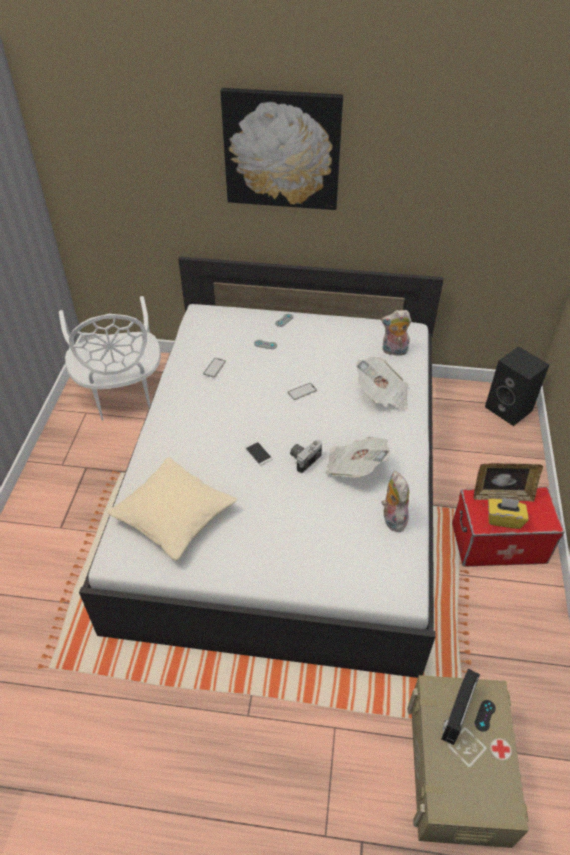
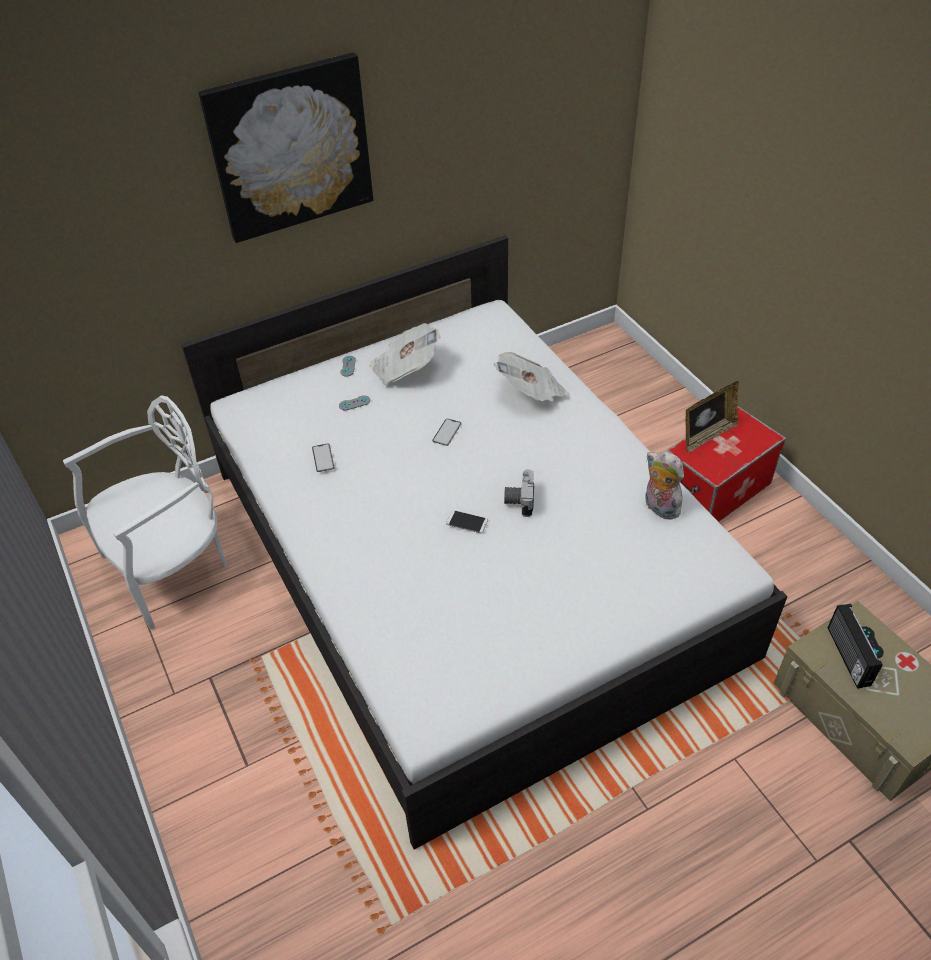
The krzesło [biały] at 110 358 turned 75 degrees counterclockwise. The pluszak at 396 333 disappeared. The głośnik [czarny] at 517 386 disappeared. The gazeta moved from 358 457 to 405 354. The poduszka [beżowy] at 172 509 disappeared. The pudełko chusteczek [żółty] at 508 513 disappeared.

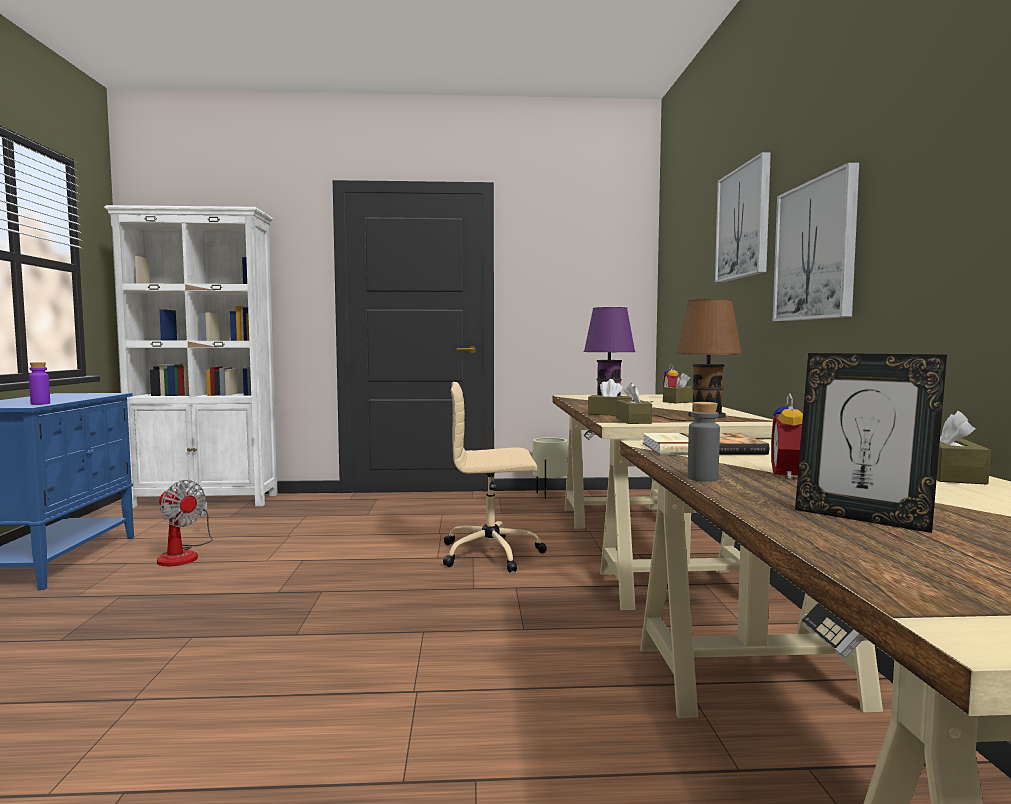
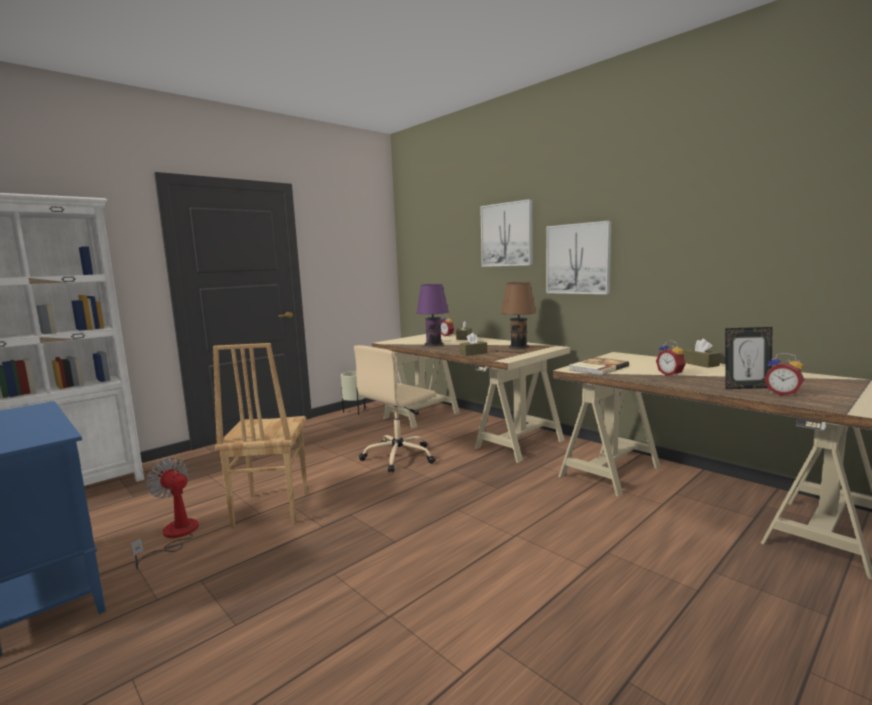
The butelka [fioletowy] at 39 383 disappeared. The pudełko chusteczek [brązowy] at 634 403 disappeared. The butelka [szary] at 704 442 disappeared. The wentylator at 185 523 turned 135 degrees counterclockwise. The krzesło [brązowy] at 260 435 appeared. The budzik at 784 374 appeared.

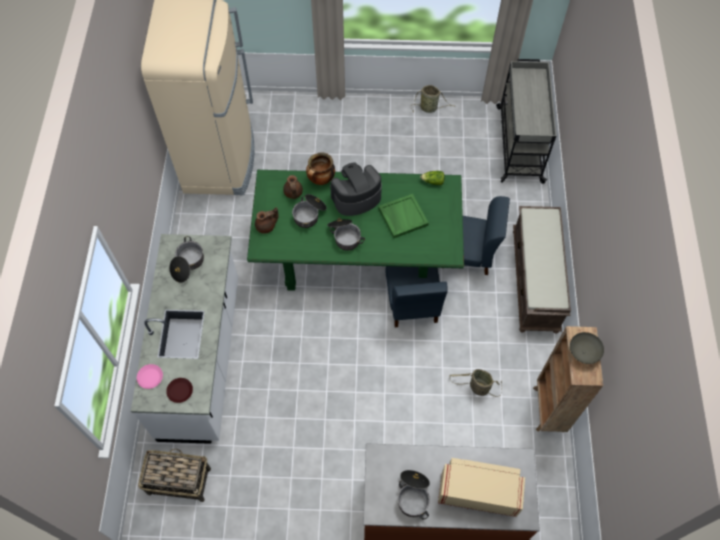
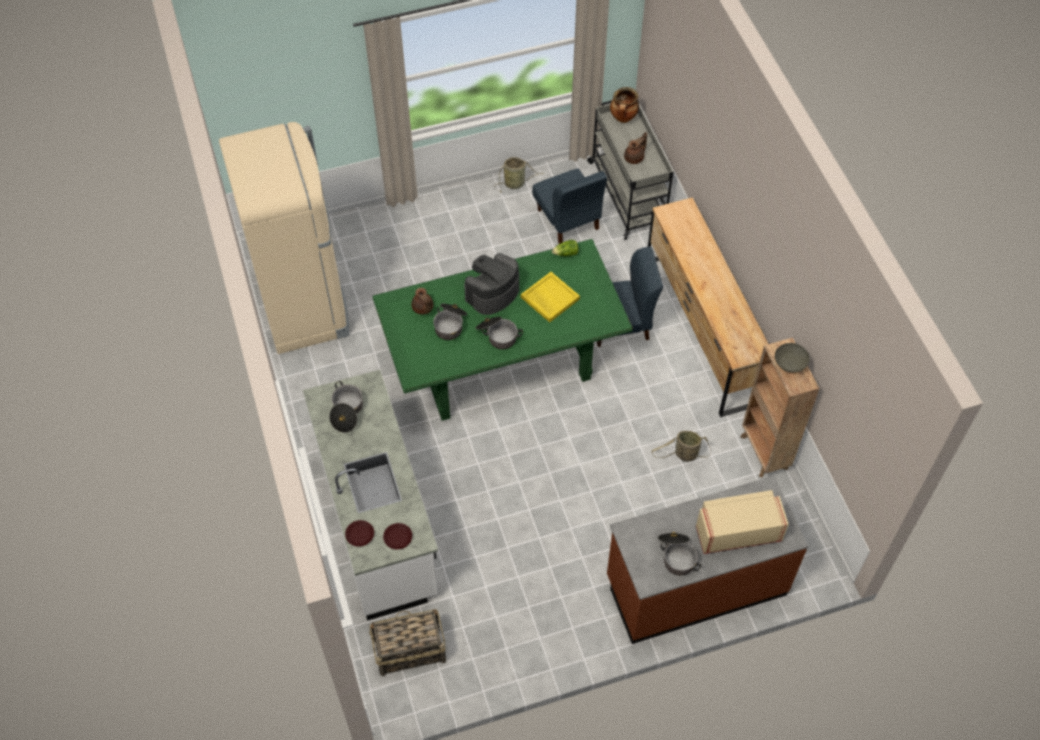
The garnek moved from 320 168 to 624 105. The taca [zielony] at 404 216 became the taca [żółty] at 550 297. The ławka [brązowy] at 542 270 was replaced by the komoda [brązowy] at 708 307. The imbryk [brązowy] moved from 267 220 to 635 148. The krzesło [niebieski] moved from 416 297 to 569 206. The talerz [różowy] at 150 376 became the talerz [brązowy] at 359 533.

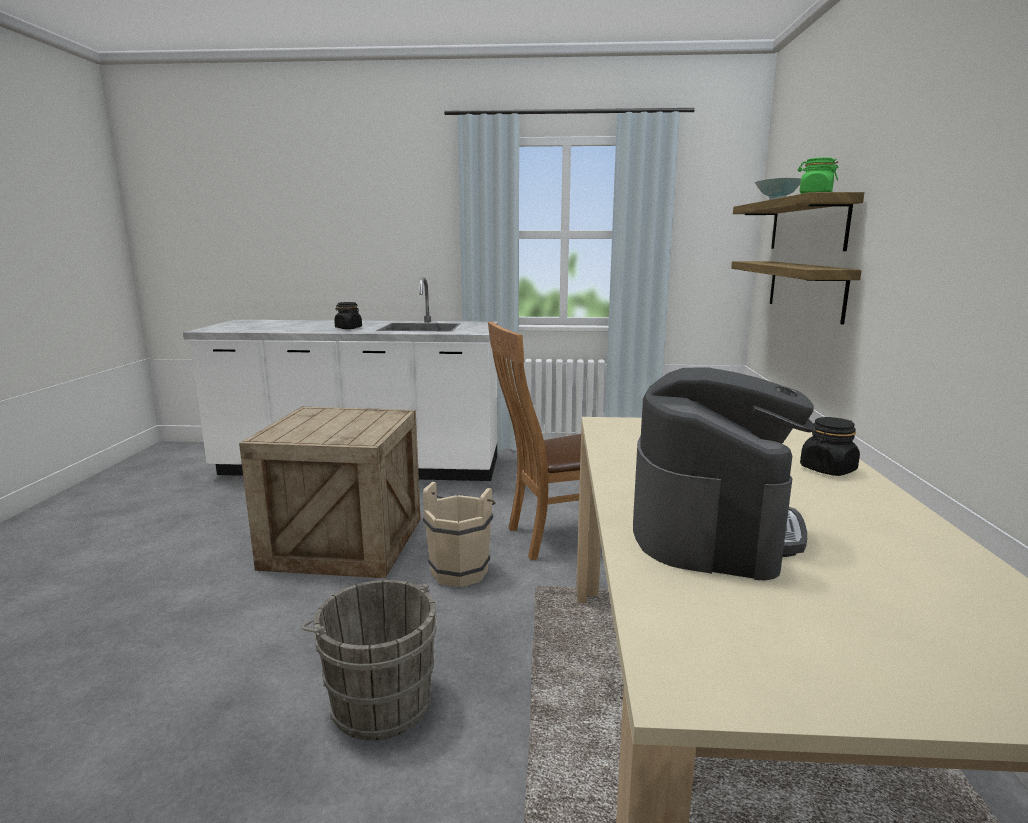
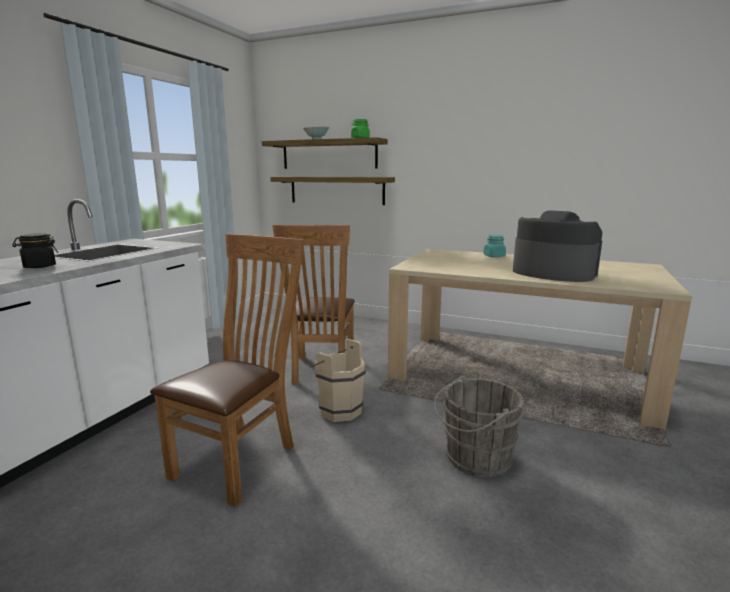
The skrzynka at 330 492 was replaced by the krzesło [brązowy] at 227 370. The słoik [czarny] at 830 446 became the słoik [turkusowy] at 494 246.

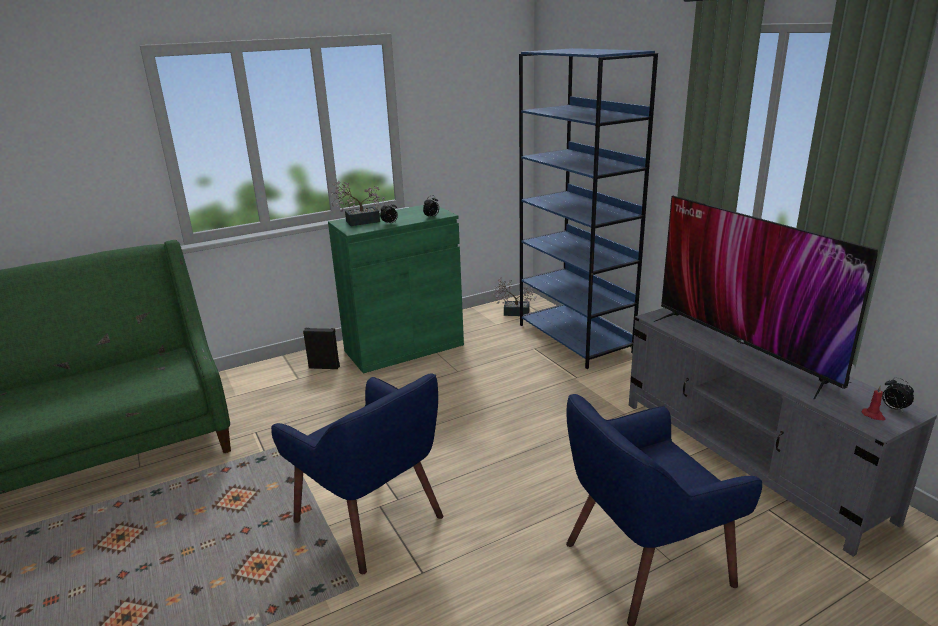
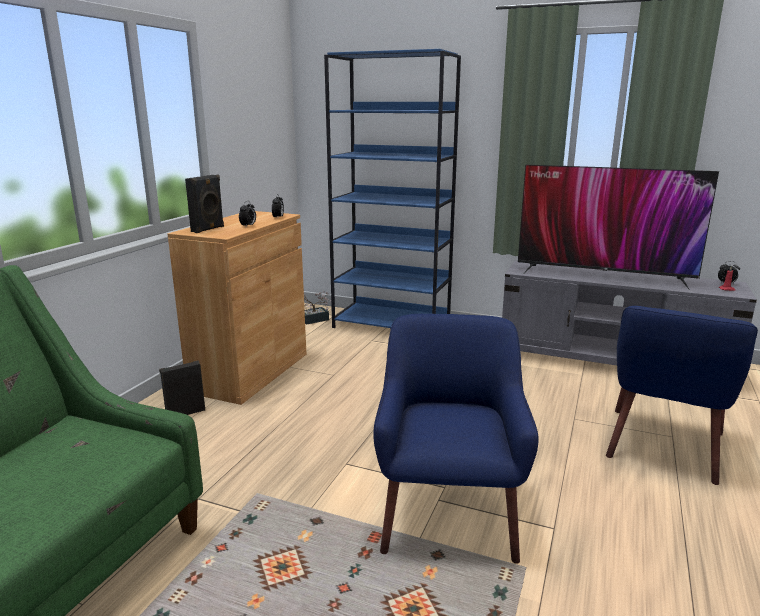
The roślina doniczkowa at 358 203 was replaced by the głośnik [czarny] at 204 204. The szafka [zielony] at 396 289 became the szafka [brązowy] at 237 308. The fotel [niebieski] at 357 473 turned 90 degrees counterclockwise.

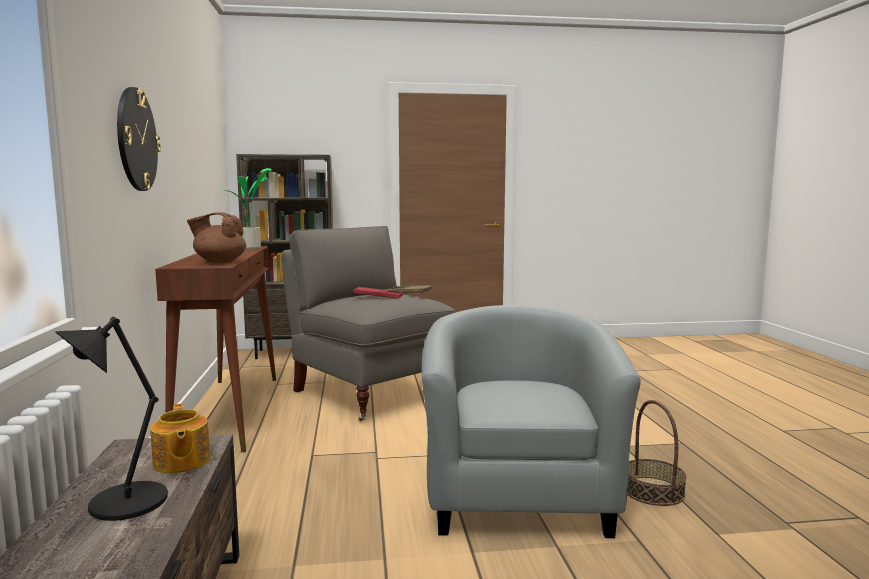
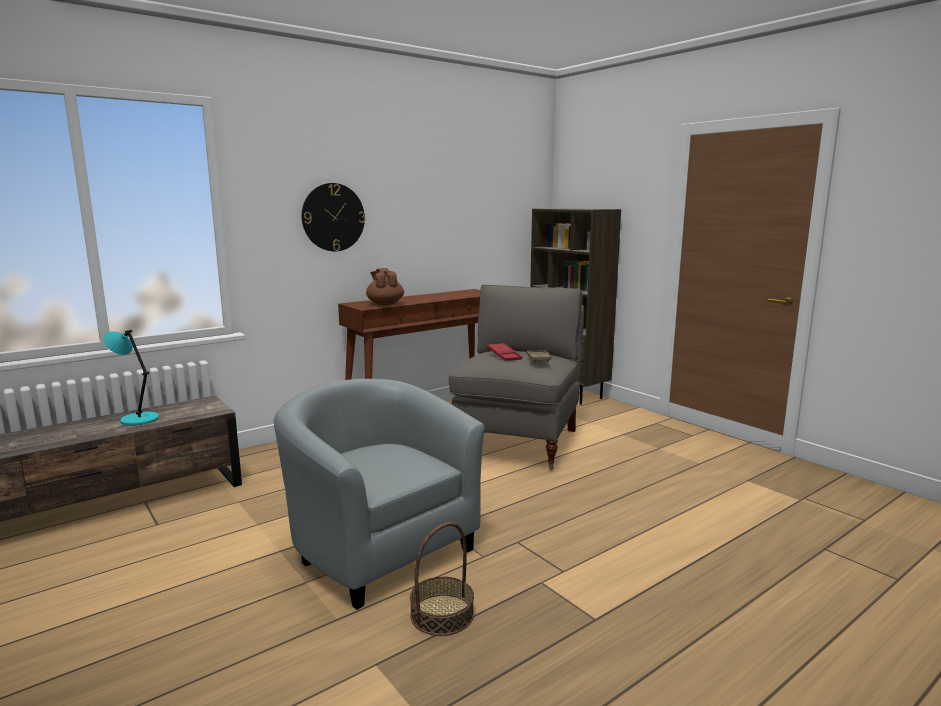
The roślina doniczkowa at 246 208 disappeared. The fotel [szary] at 531 422 turned 105 degrees counterclockwise. The lampa stołowa [czarny] at 111 419 became the lampa stołowa [turkusowy] at 131 378. The imbryk at 180 438 disappeared.

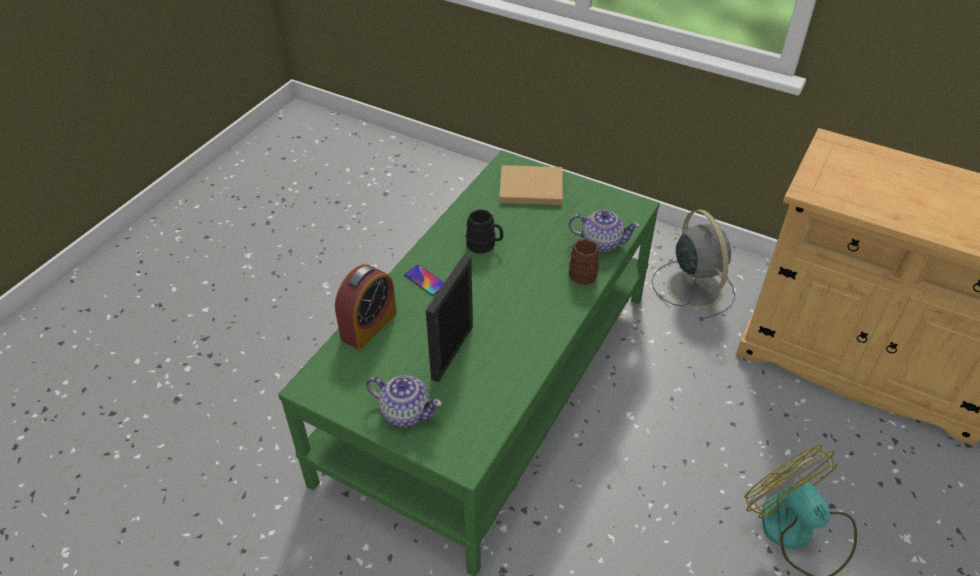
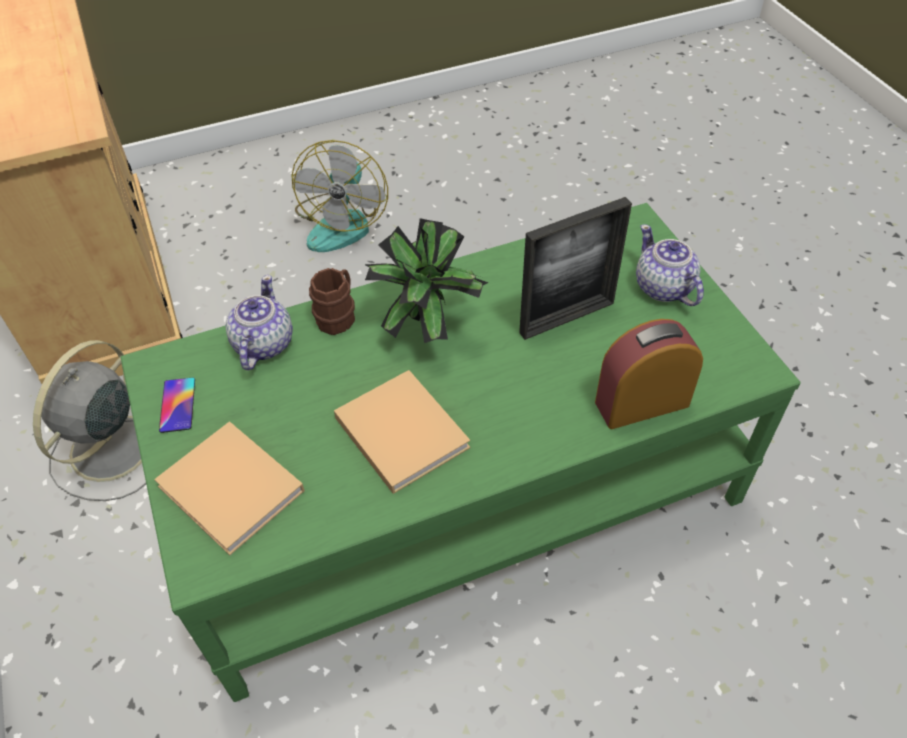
The kubek [czarny] at 484 231 was replaced by the książka [beżowy] at 402 432. The imbryk at 604 231 turned 45 degrees clockwise. The telefon moved from 424 280 to 177 405. The roślina doniczkowa at 426 280 appeared.

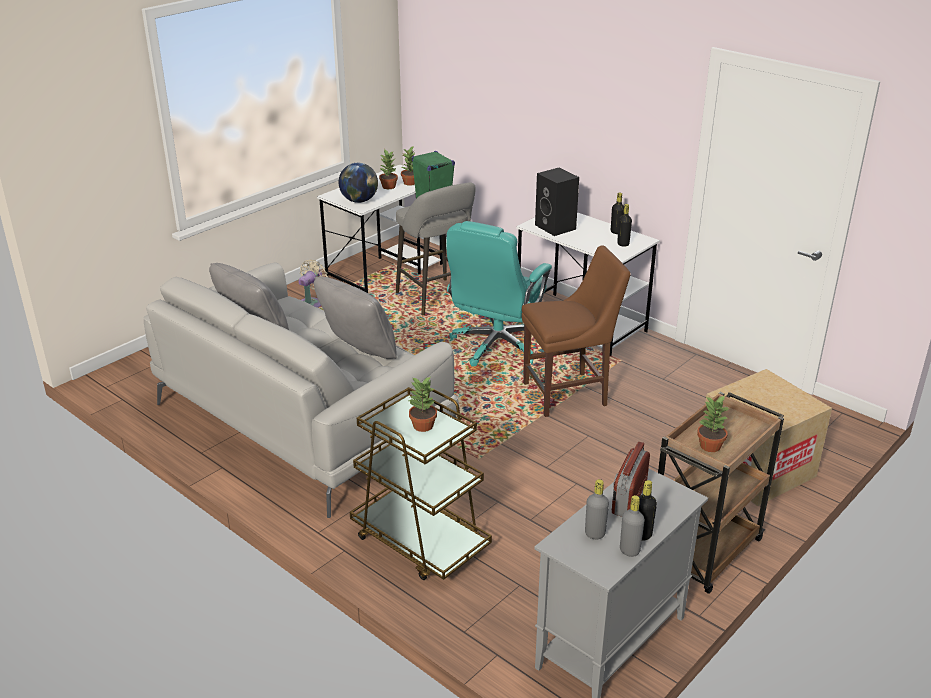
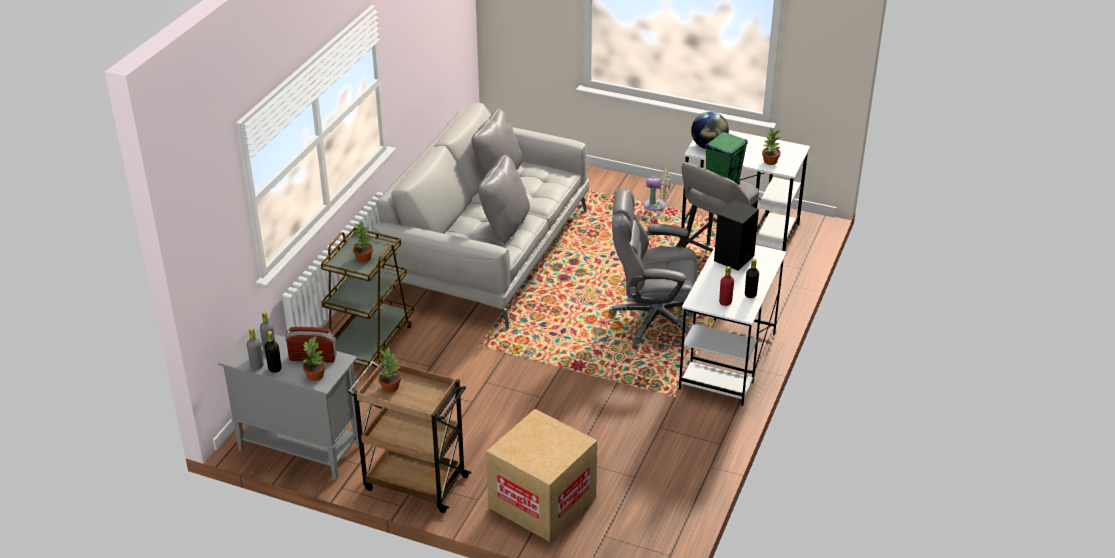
The roślina doniczkowa moved from 388 169 to 314 359. The butelka [czarny] at 624 225 became the butelka [czerwony] at 726 286. The krzesło biurowe [turkusowy] at 499 293 became the krzesło biurowe [szary] at 653 267. The krzesło [brązowy] at 576 331 disappeared.

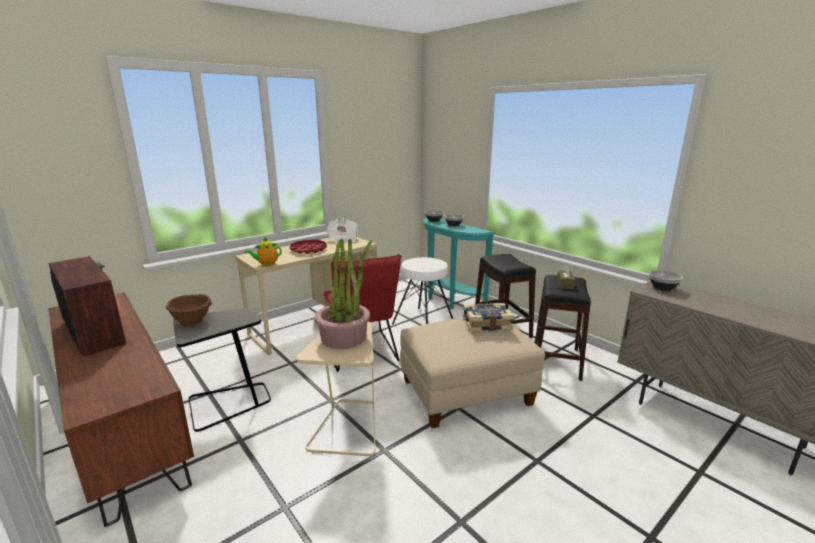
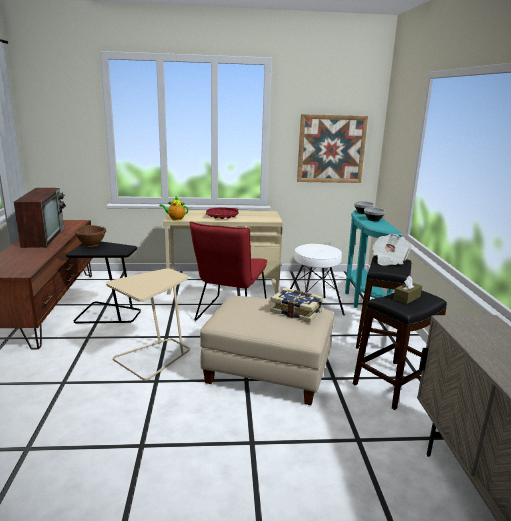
The gazeta moved from 342 231 to 391 250. The roślina doniczkowa at 343 294 disappeared. The miska at 666 280 disappeared. The obraz at 332 148 appeared.

